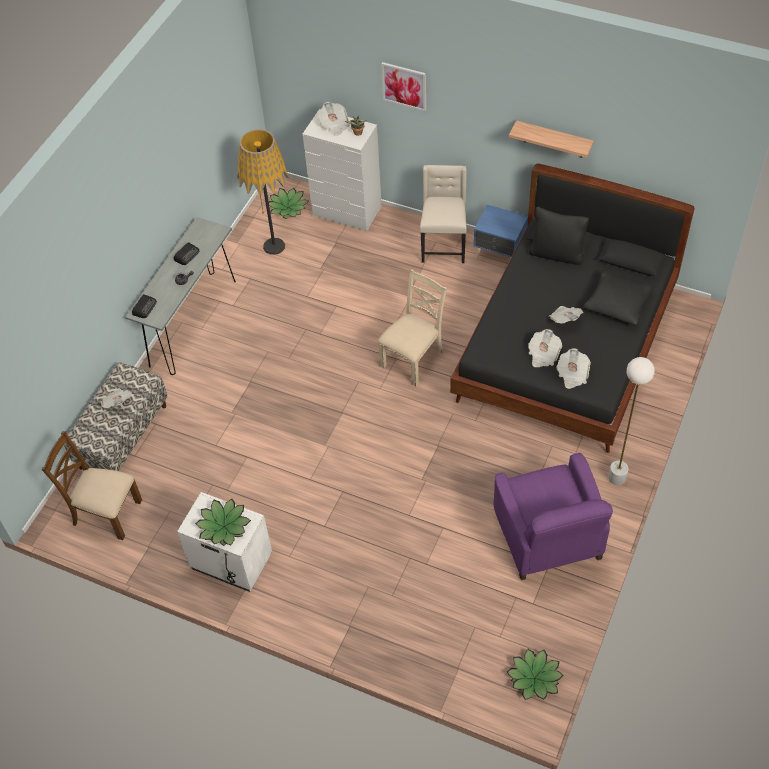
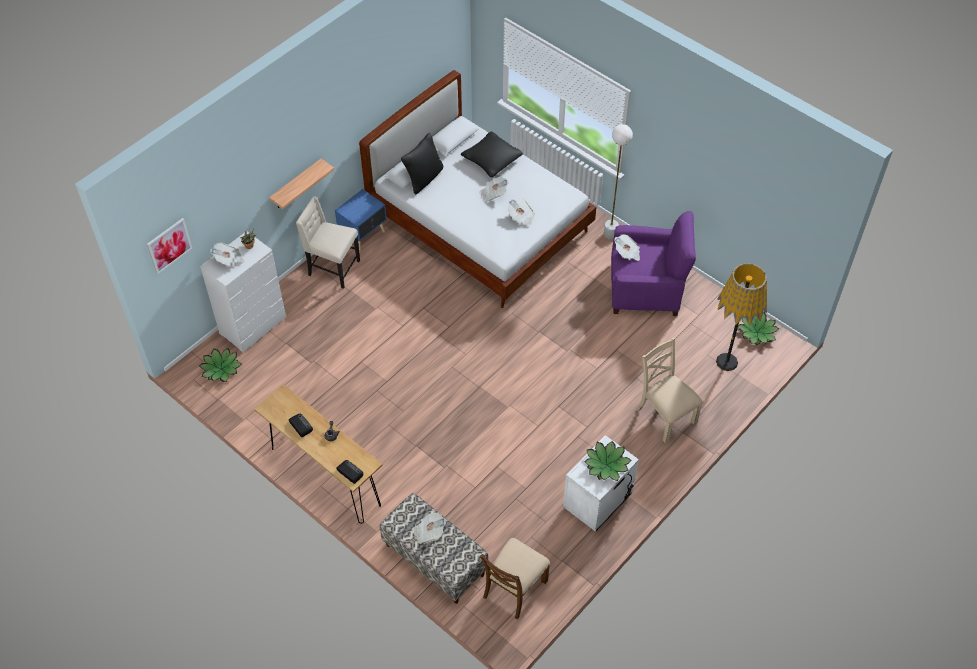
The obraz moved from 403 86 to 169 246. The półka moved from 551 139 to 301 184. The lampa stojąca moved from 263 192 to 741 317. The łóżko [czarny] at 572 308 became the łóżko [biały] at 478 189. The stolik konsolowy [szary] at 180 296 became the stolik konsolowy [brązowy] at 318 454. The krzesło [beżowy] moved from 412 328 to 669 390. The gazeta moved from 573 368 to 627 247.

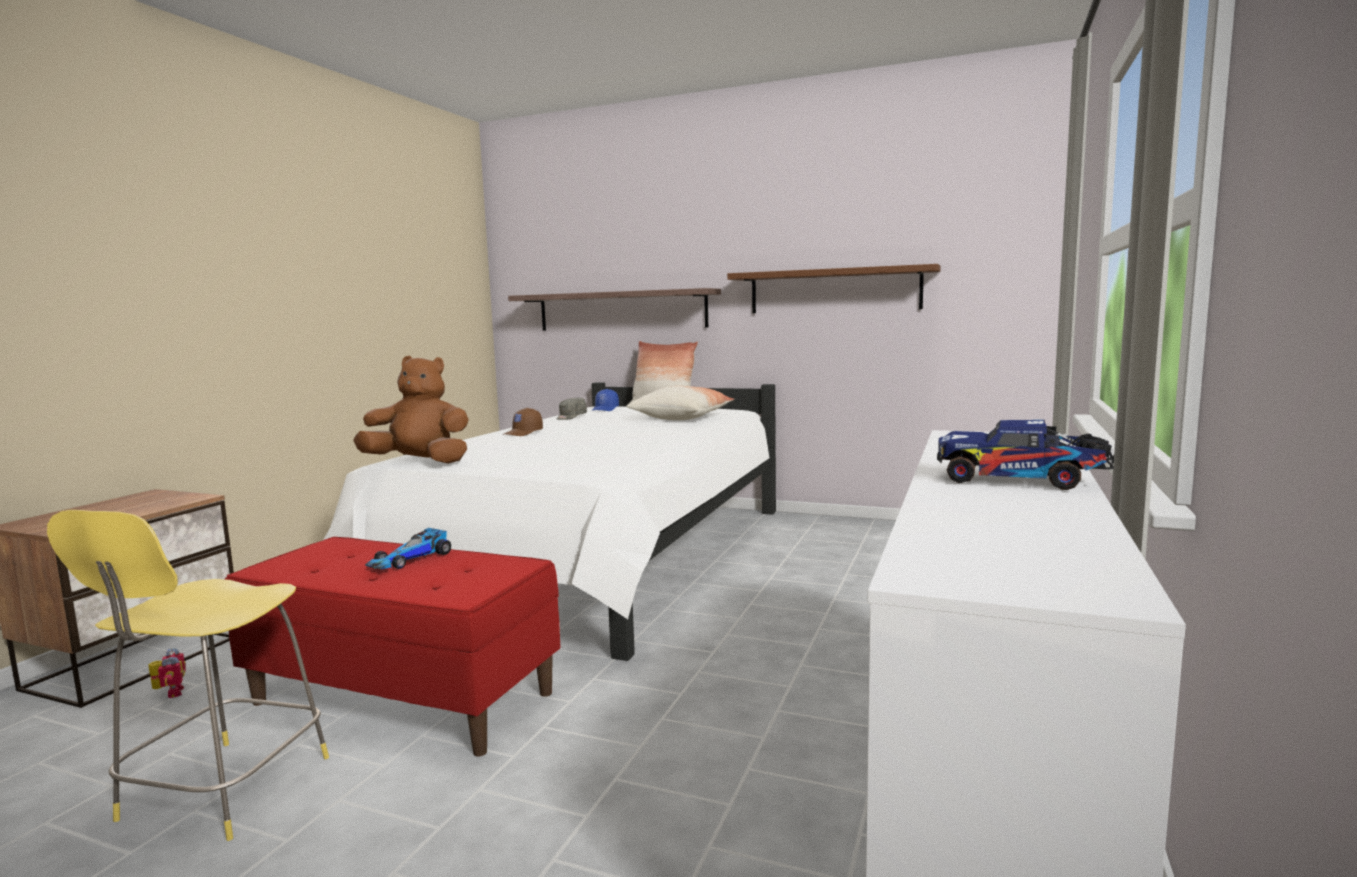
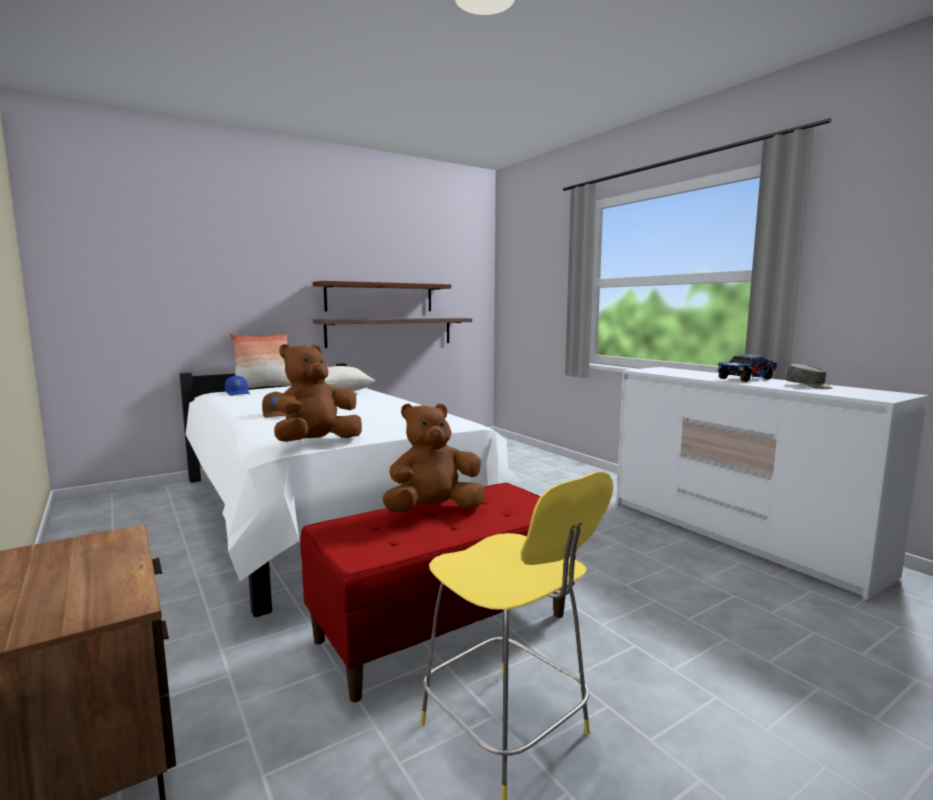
The półka moved from 614 309 to 392 333. The czapka z daszkiem [szary] moved from 572 409 to 809 376. The samochodzik at 408 548 was replaced by the pluszak [brązowy] at 433 457. The robot zabawkowy at 167 673 disappeared.

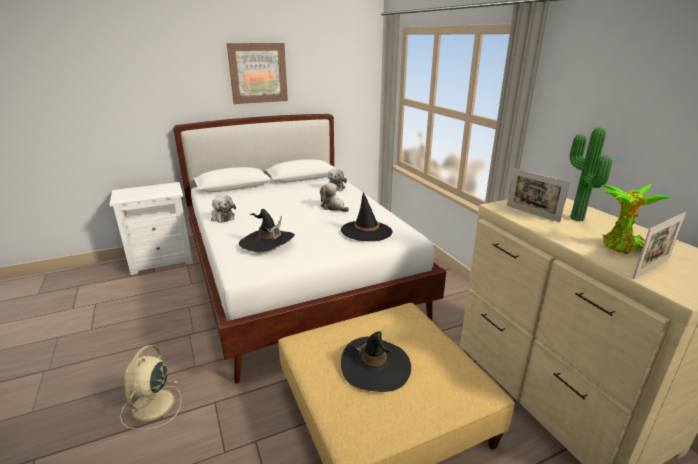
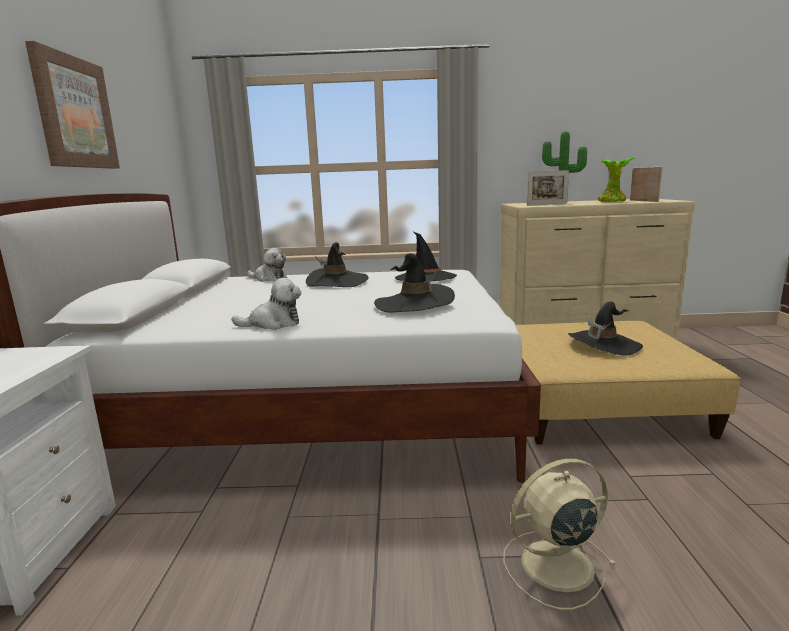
The pluszak at 334 197 was replaced by the kapelusz [czarny] at 337 264. The wentylator [beżowy] at 150 387 turned 135 degrees clockwise.

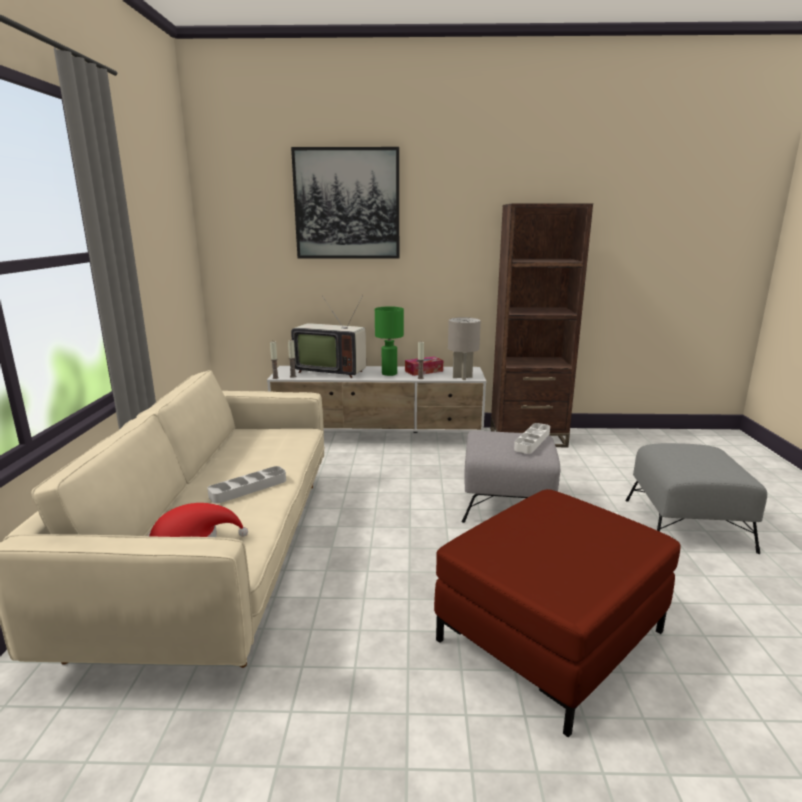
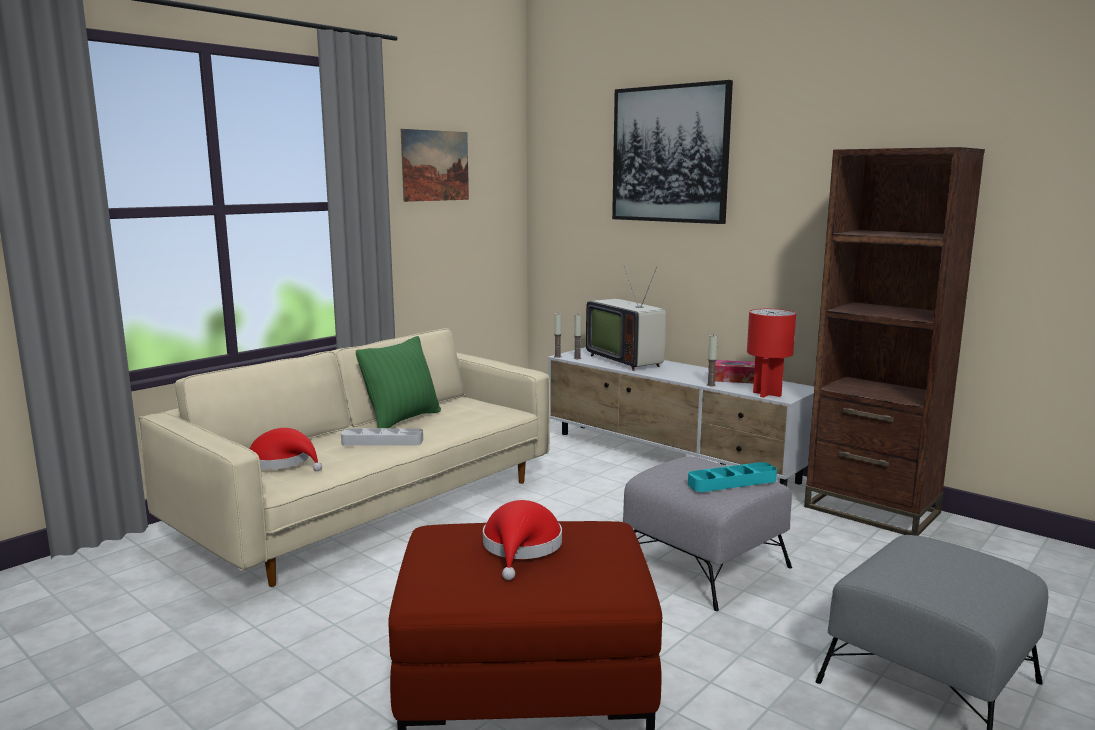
The lampa stołowa [zielony] at 389 341 disappeared. The lampa stołowa [szary] at 464 348 became the lampa stołowa [czerwony] at 771 353. The taca [biały] at 532 438 became the taca [turkusowy] at 732 477. The obraz at 435 165 appeared. The poduszka [zielony] at 398 382 appeared. The kapelusz [czerwony] at 522 540 appeared.

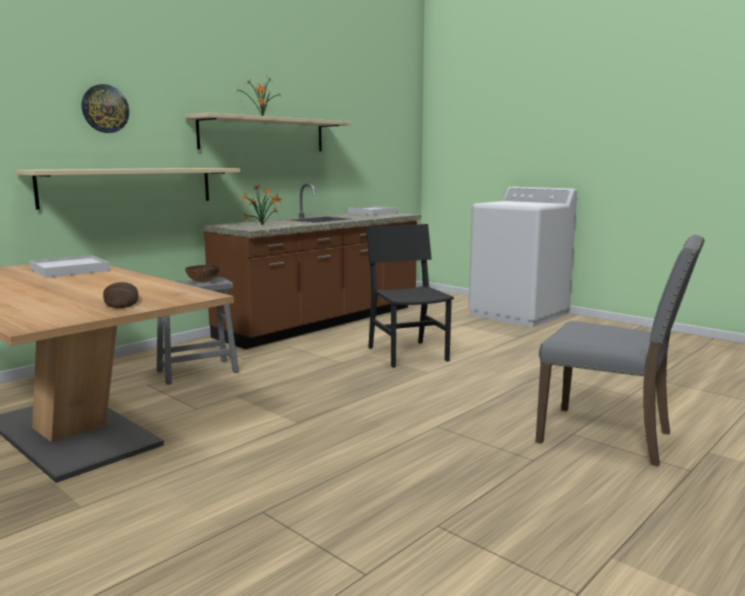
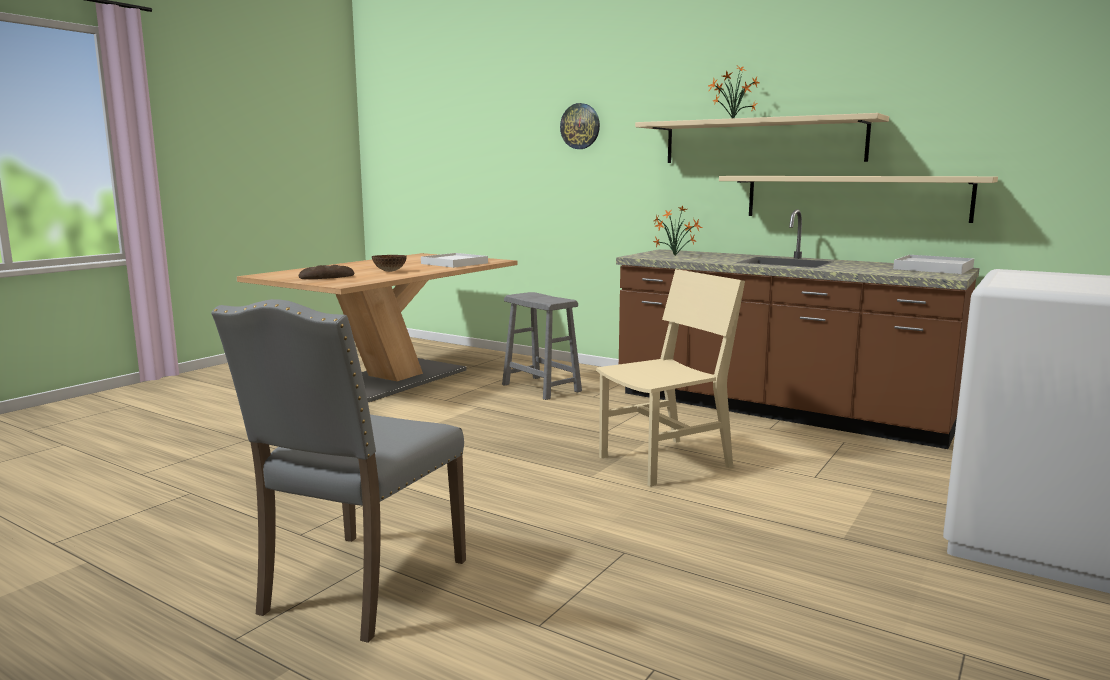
The półka [beżowy] moved from 127 189 to 858 199. The krzesło [czarny] at 410 296 became the krzesło [beżowy] at 670 378. The miska moved from 202 274 to 389 263.

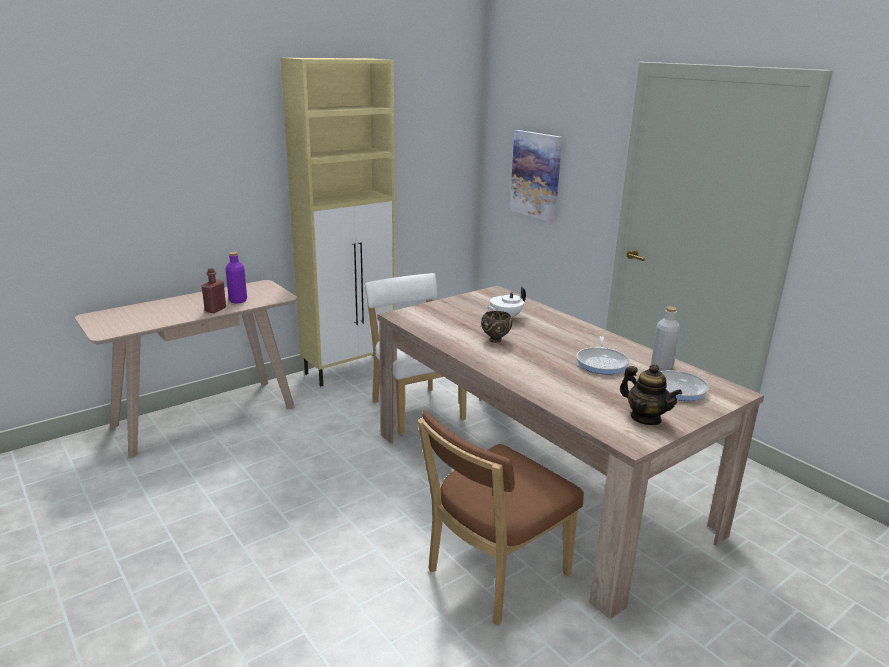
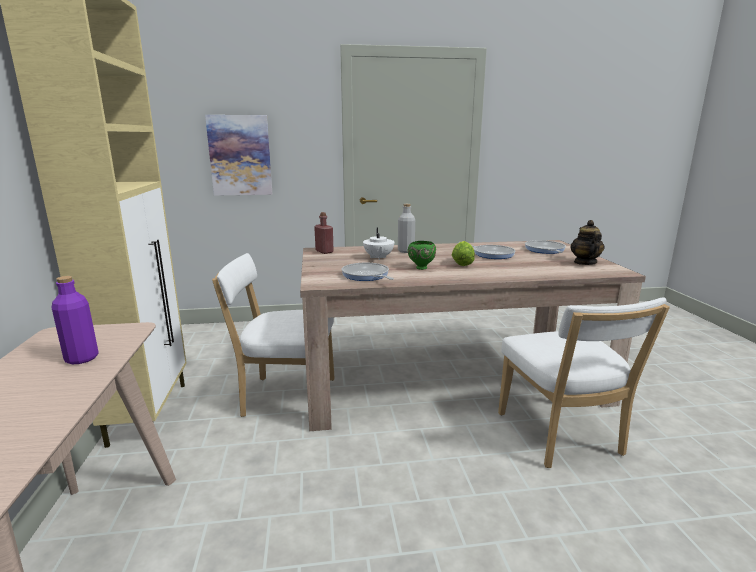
The butelka [czerwony] moved from 214 290 to 324 233. The butelka [szary] moved from 665 338 to 406 228. The miska [brązowy] at 496 327 became the miska [zielony] at 422 255. The imbryk at 651 394 turned 75 degrees counterclockwise. The krzesło [brązowy] at 500 518 became the krzesło [biały] at 584 382. The sałata at 463 253 appeared. The patelnia at 368 272 appeared.

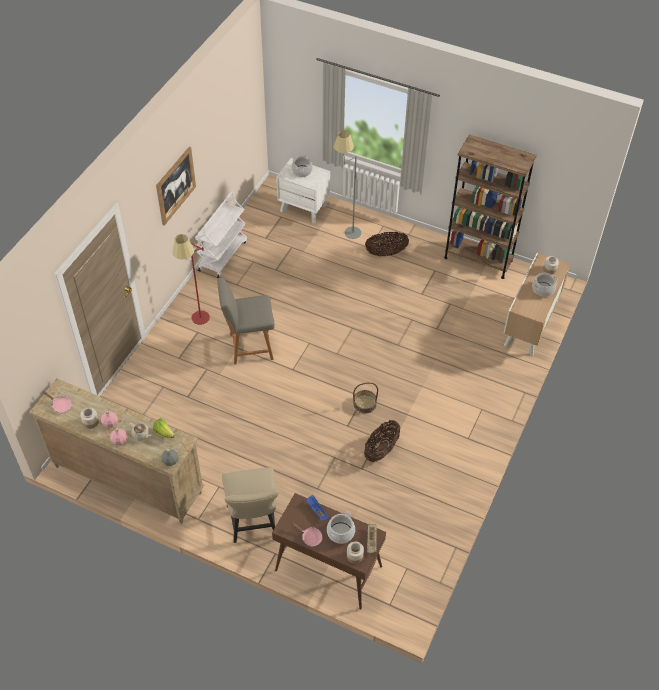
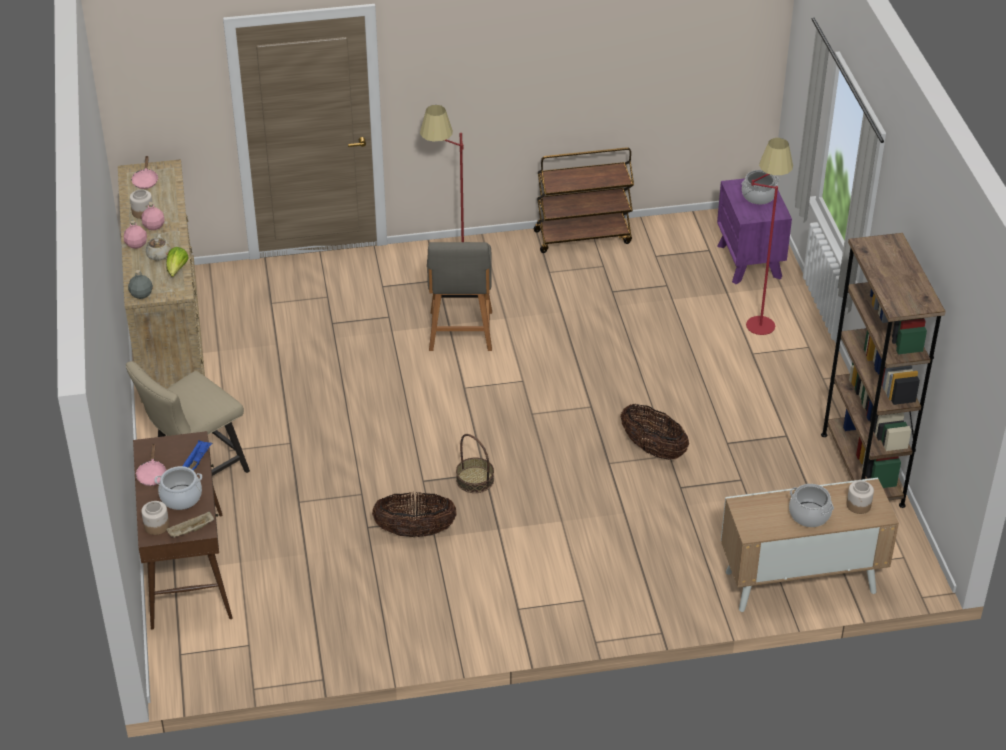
The lampa stojąca [szary] at 347 184 became the lampa stojąca [czerwony] at 769 236. The obraz at 176 186 disappeared. The szafka nocna [biały] at 303 190 became the szafka nocna [fioletowy] at 754 231. The wózek [biały] at 221 234 became the wózek [brązowy] at 584 200. The koszyk moved from 387 244 to 654 432. The krzesło [szary] at 246 321 turned 135 degrees counterclockwise.

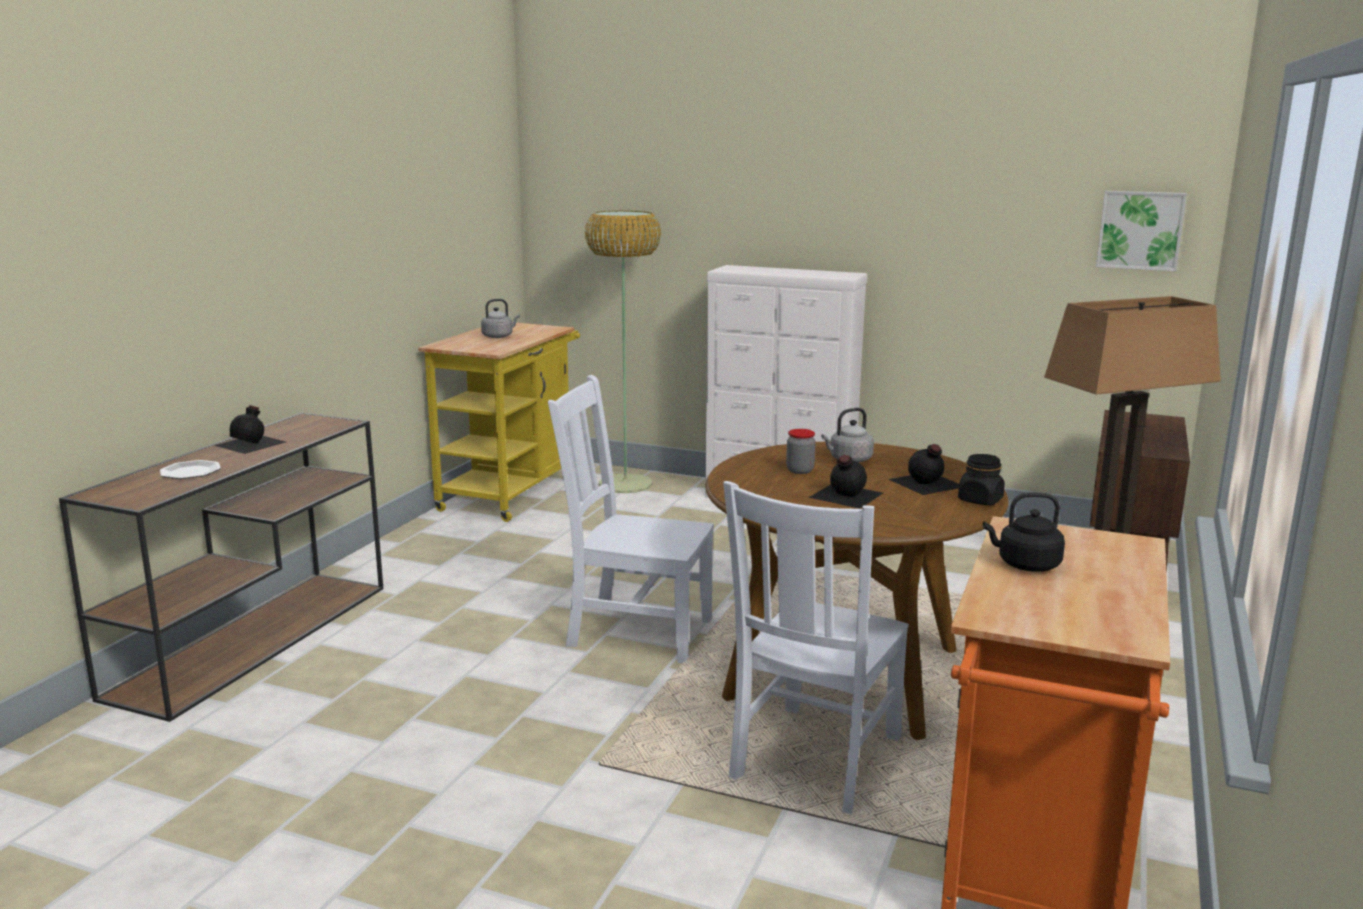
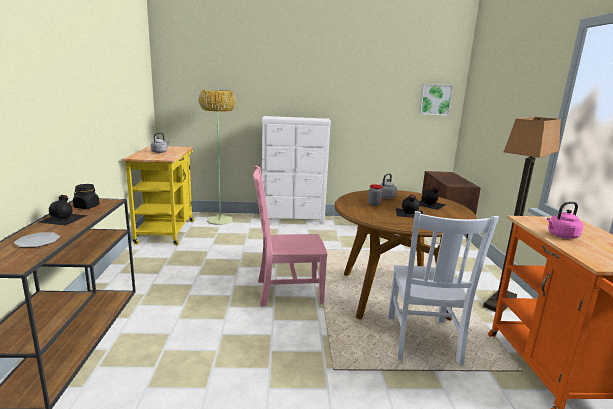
The krzesło [biały] at 631 519 became the krzesło [różowy] at 290 236. The słoik [czarny] moved from 981 479 to 86 196. The czajnik [czarny] at 1024 532 became the czajnik [różowy] at 565 220.

